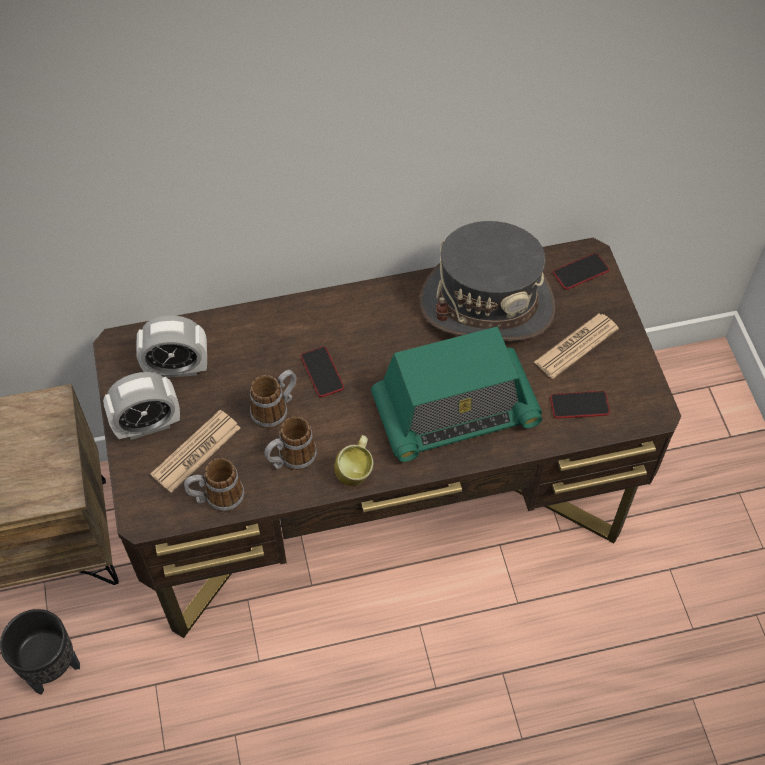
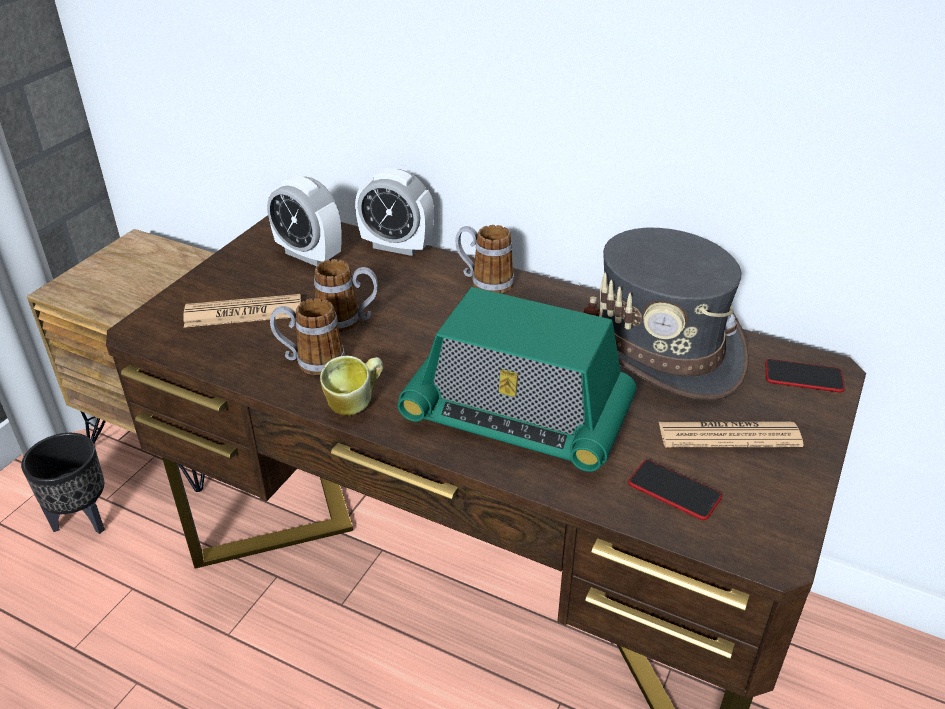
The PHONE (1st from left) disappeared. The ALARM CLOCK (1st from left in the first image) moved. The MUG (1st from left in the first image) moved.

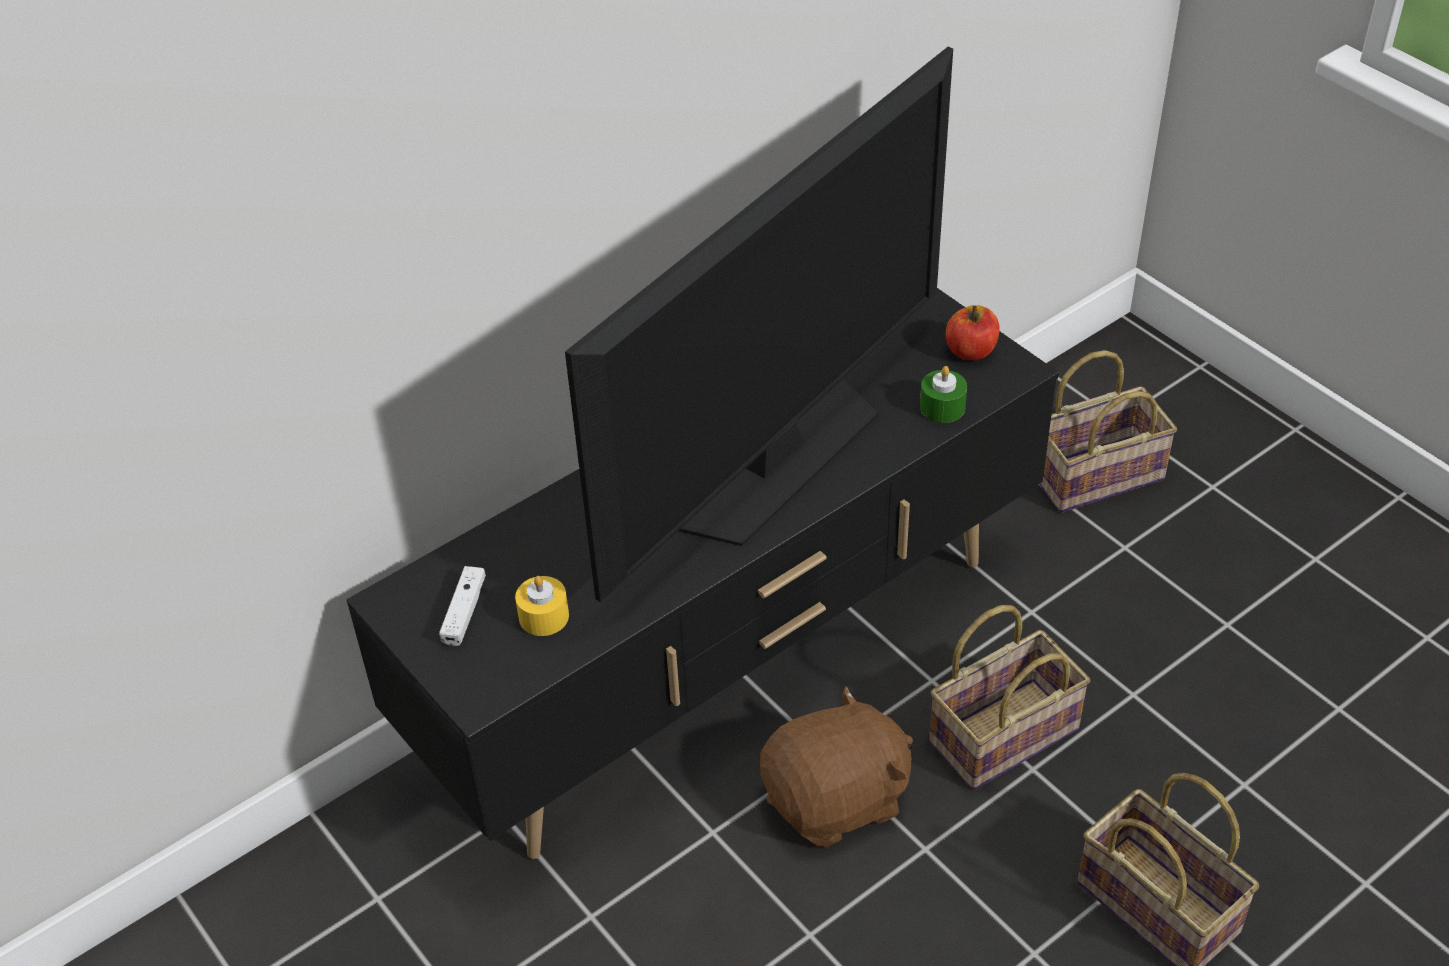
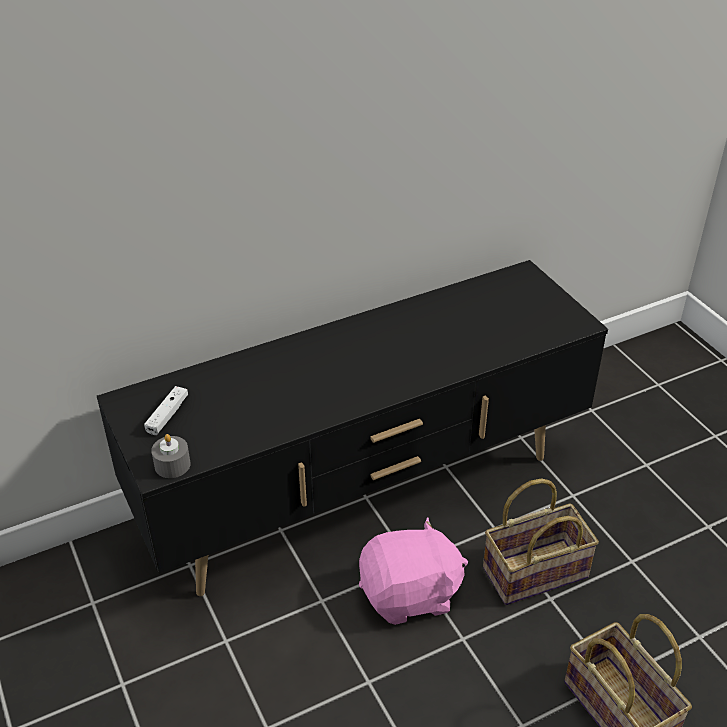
The TELEVISION disappeared. The APPLE disappeared. The BASKET (2nd from left) disappeared. The GREEN CANDLE disappeared. The YELLOW CANDLE disappeared. The BROWN PLUSH TOY became the PINK PLUSH TOY. The GREY CANDLE appeared.

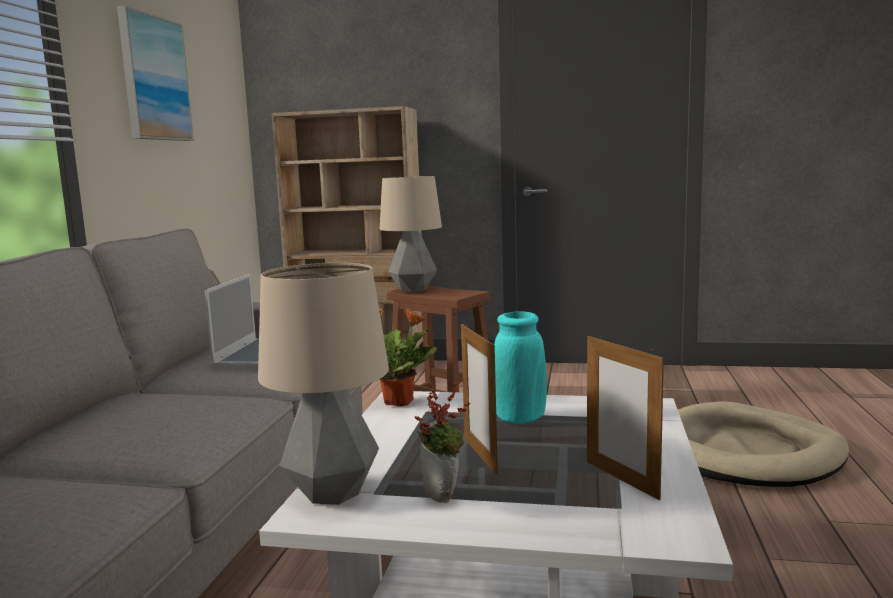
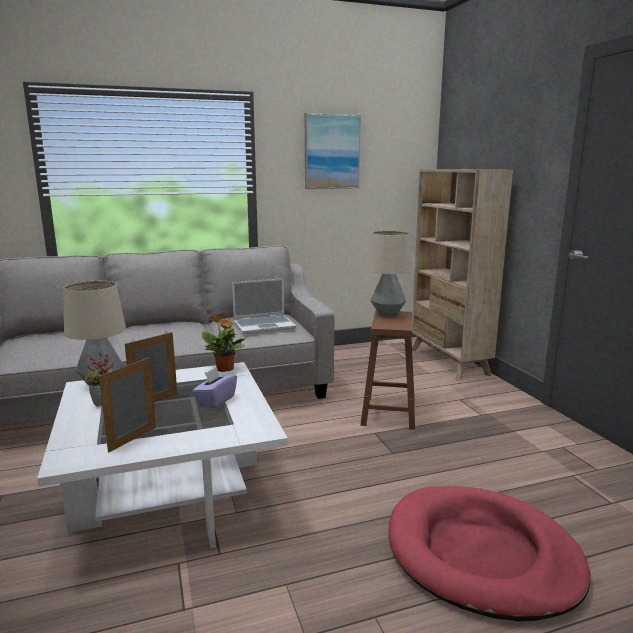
The TURQUOISE VASE was replaced by the PURPLE TISSUE BOX. The BEIGE DOG BED became the RED DOG BED.

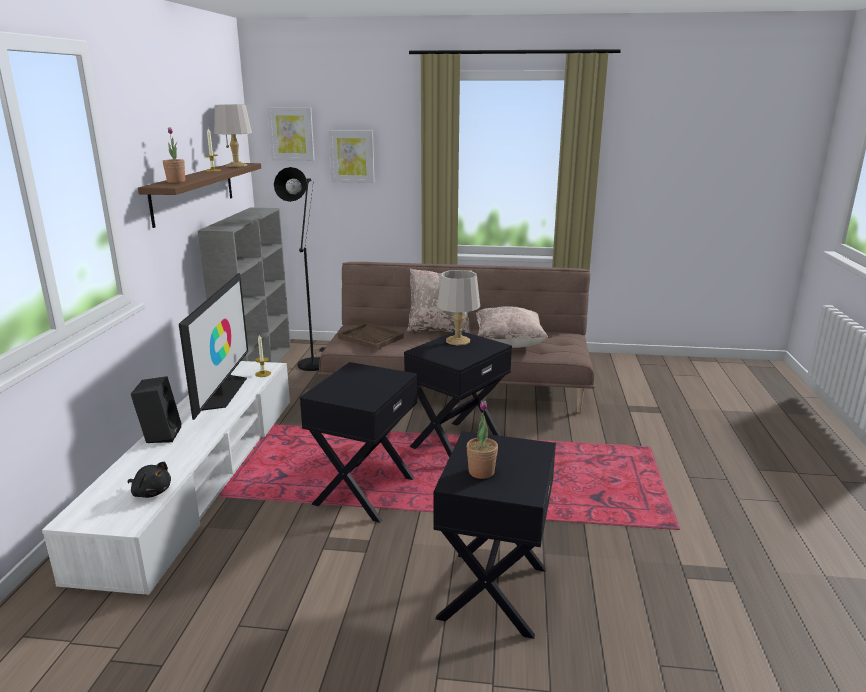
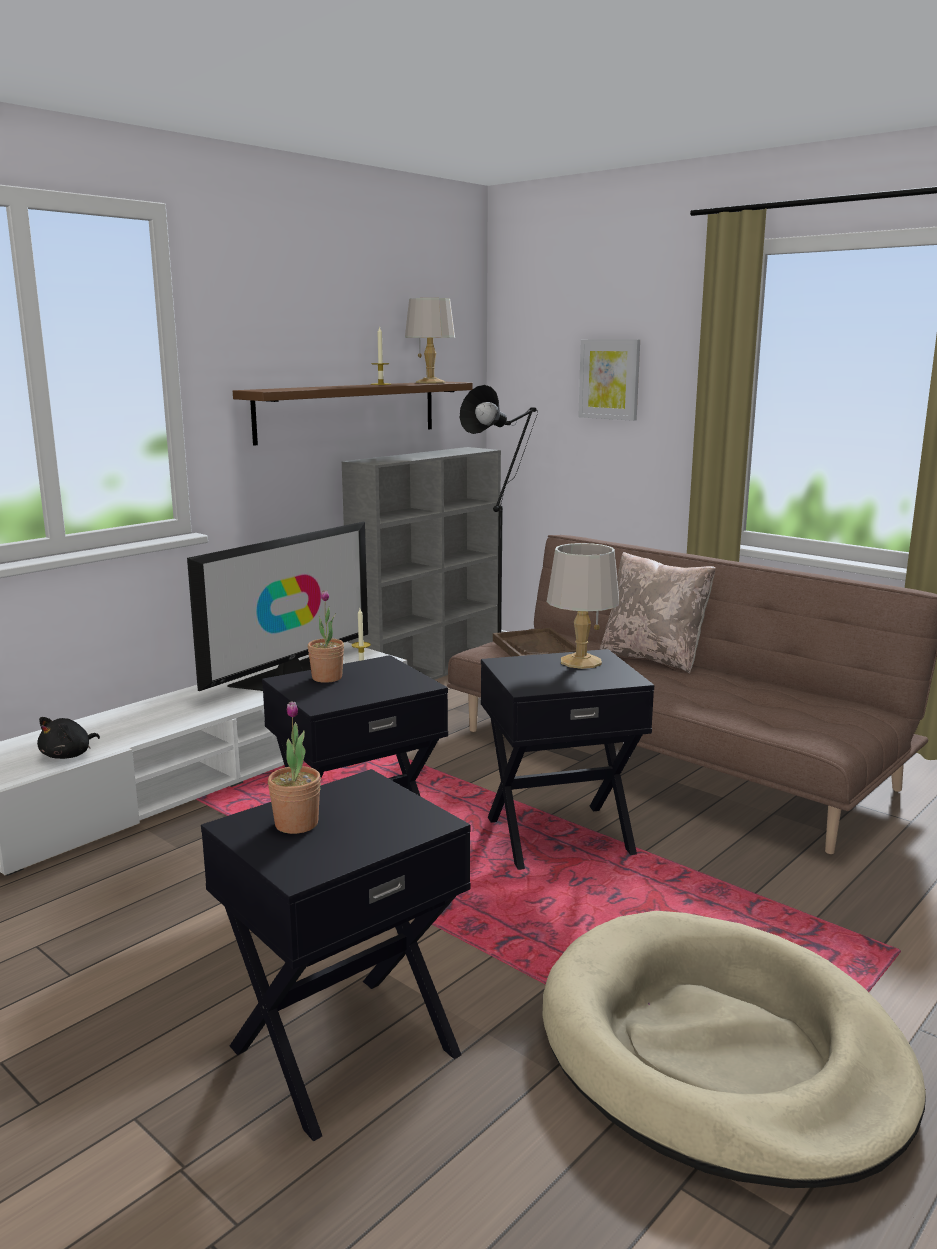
The PICTURE (1st from left) disappeared. The POTTED PLANT (1st from left in the first image) moved. The BEIGE PILLOW (2nd from left) disappeared. The BLACK SPEAKER disappeared. The BLACK PLUSH TOY turned 60 degrees clockwise. The BEIGE DOG BED appeared.

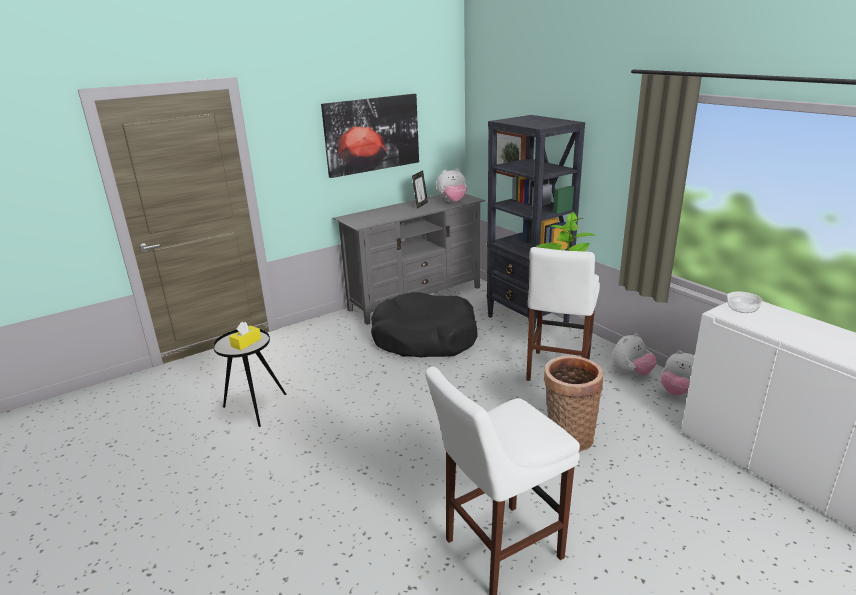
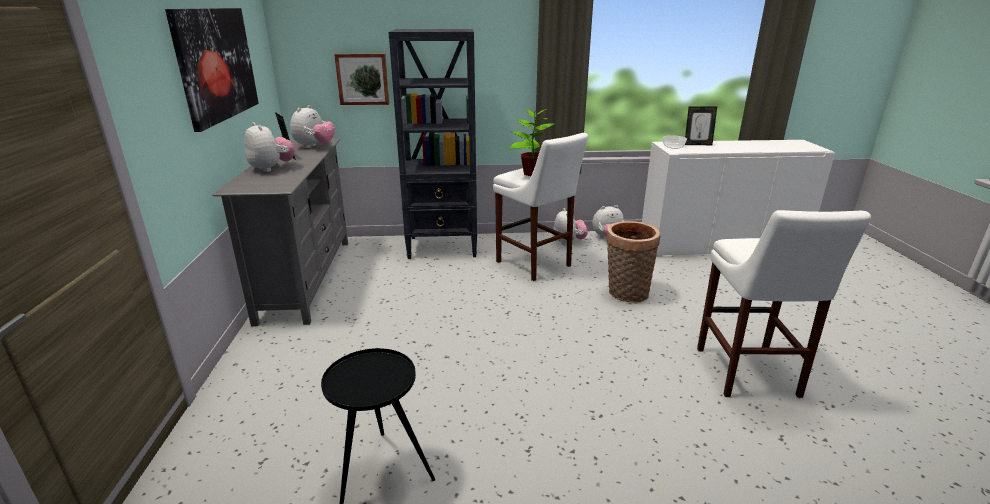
The BLACK DOG BED disappeared. The YELLOW TISSUE BOX disappeared. The PICTURE FRAME (2nd from left) appeared. The PLUSH TOY (1st from left) appeared.

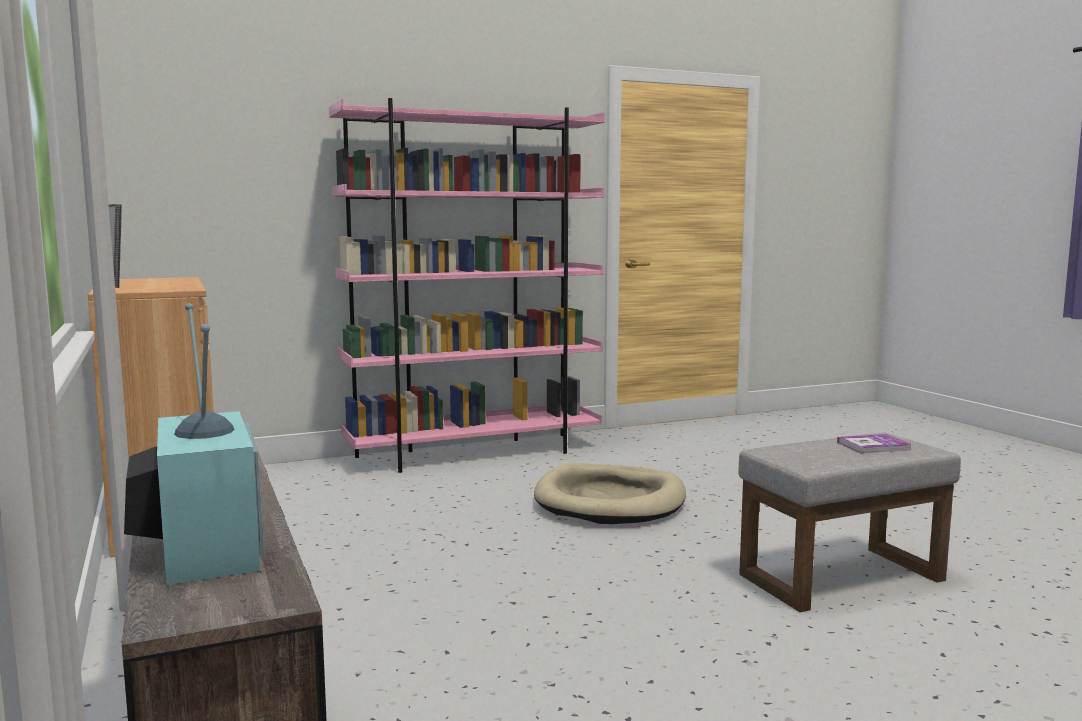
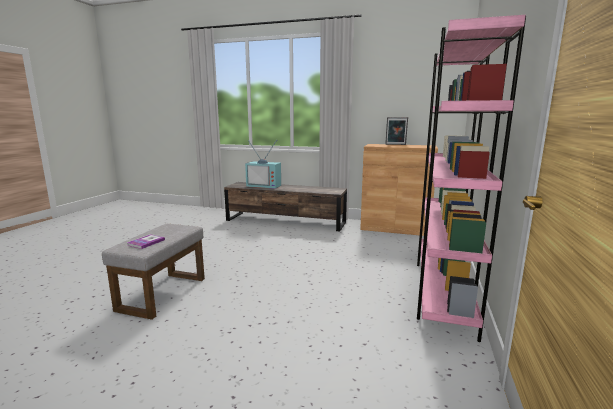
The BEIGE DOG BED disappeared.

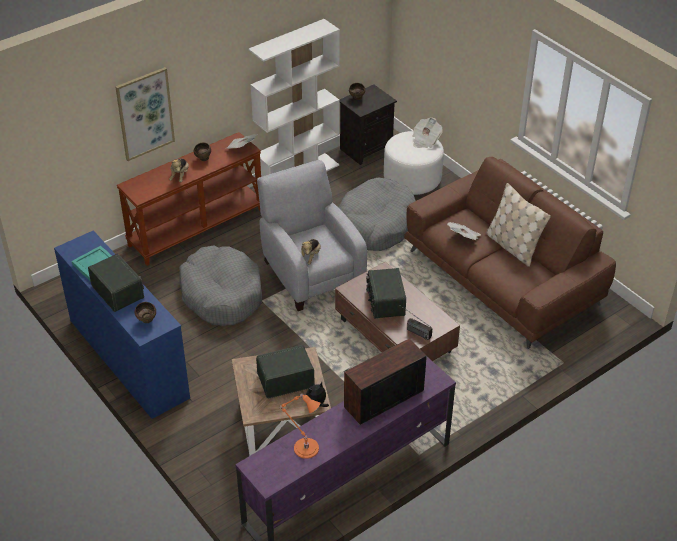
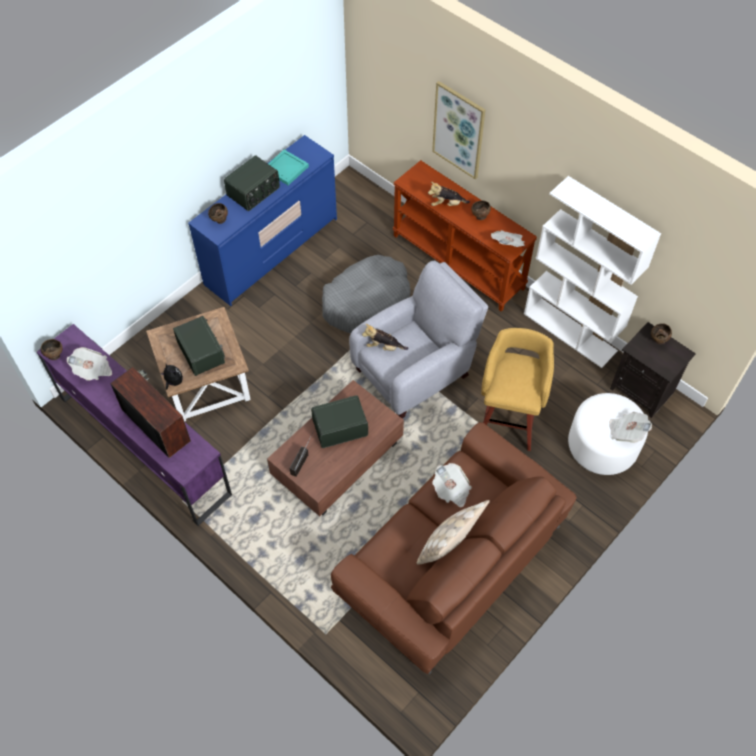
The GREY DOG BED (2nd from left) was replaced by the YELLOW STOOL. The ORANGE TABLE LAMP was replaced by the NEWSPAPER (1st from left). The BROWN BOWL (1st from left) appeared.

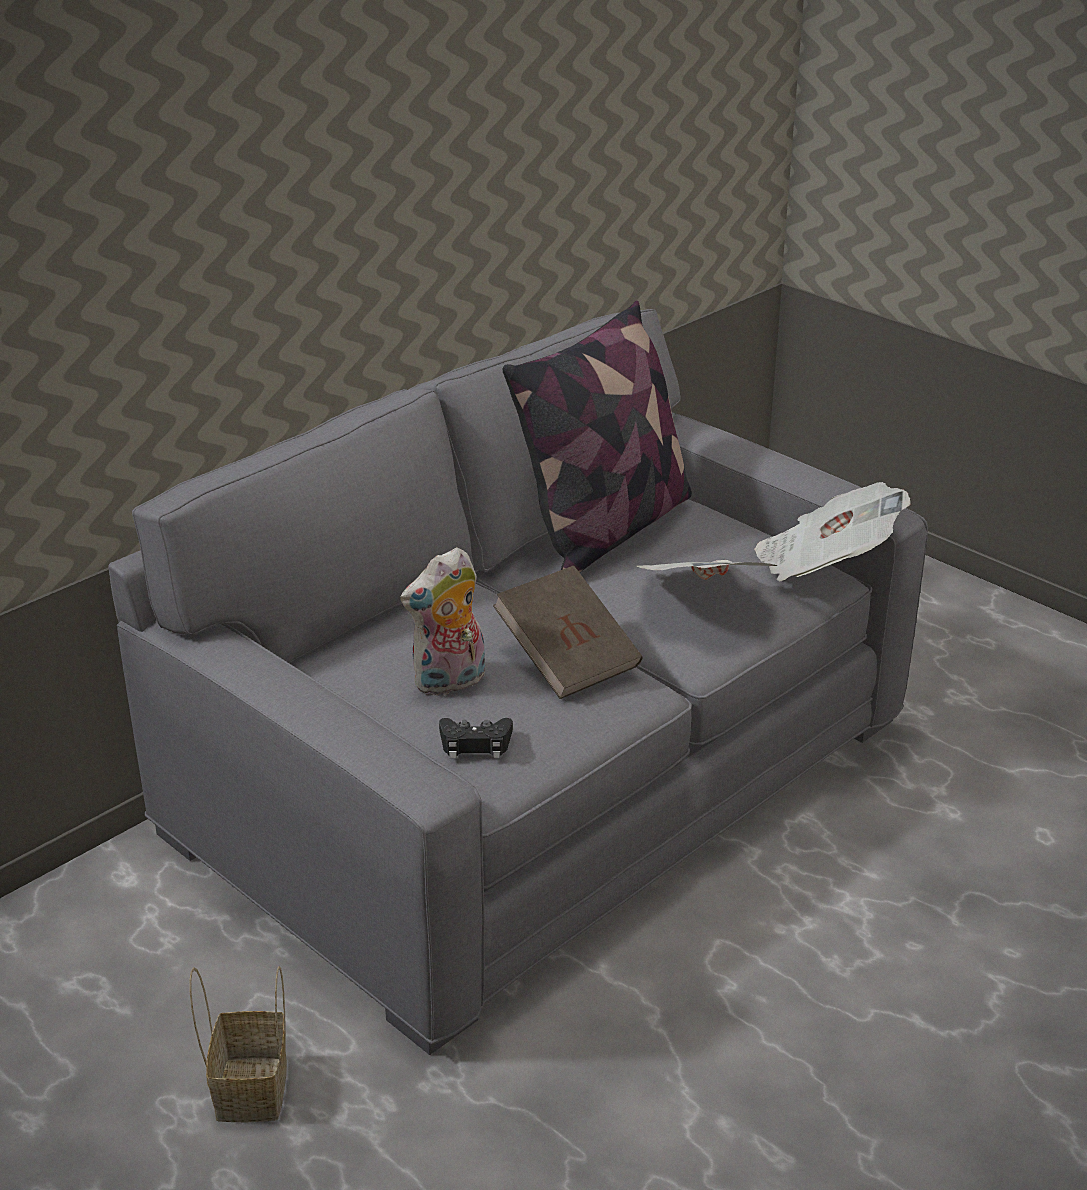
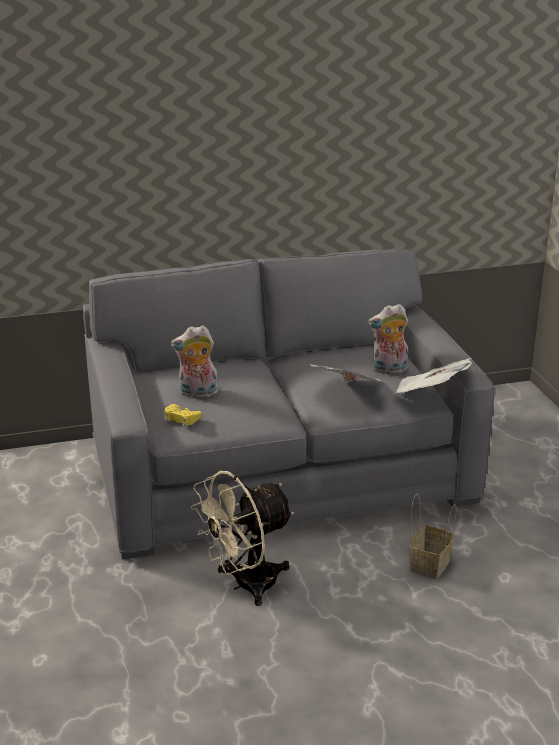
The PILLOW disappeared. The BROWN BOOK disappeared. The BLACK GAME CONTROLLER became the YELLOW GAME CONTROLLER. The BASKET moved. The PLUSH TOY (2nd from left) appeared. The BEIGE FAN appeared.

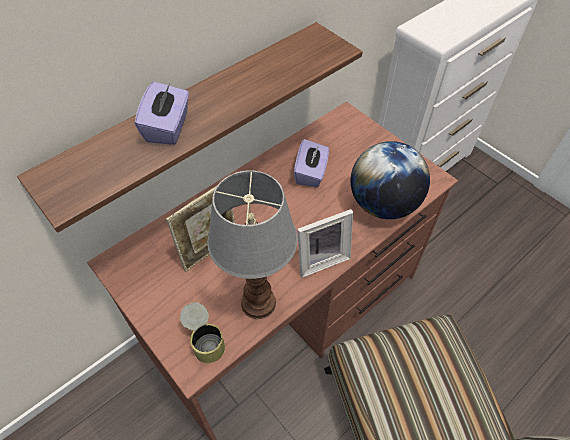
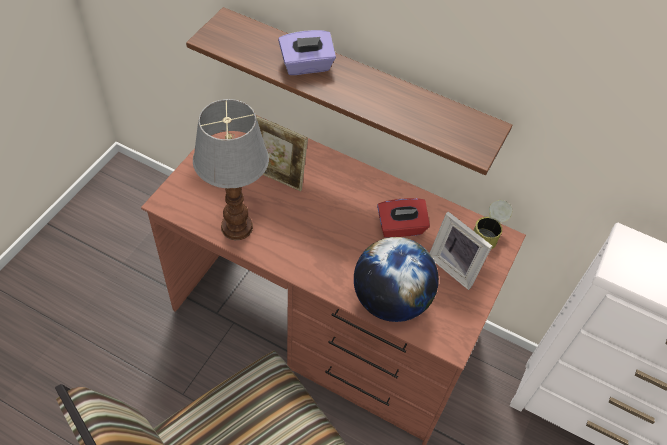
The PURPLE TISSUE BOX (2nd from left) became the RED TISSUE BOX. The PICTURE FRAME (2nd from left) moved. The CAN moved.

